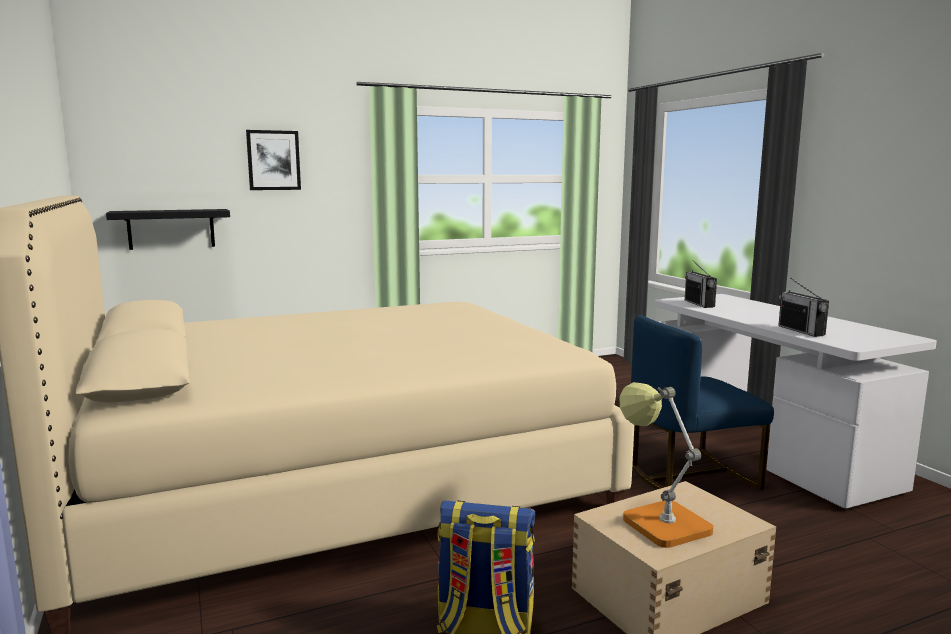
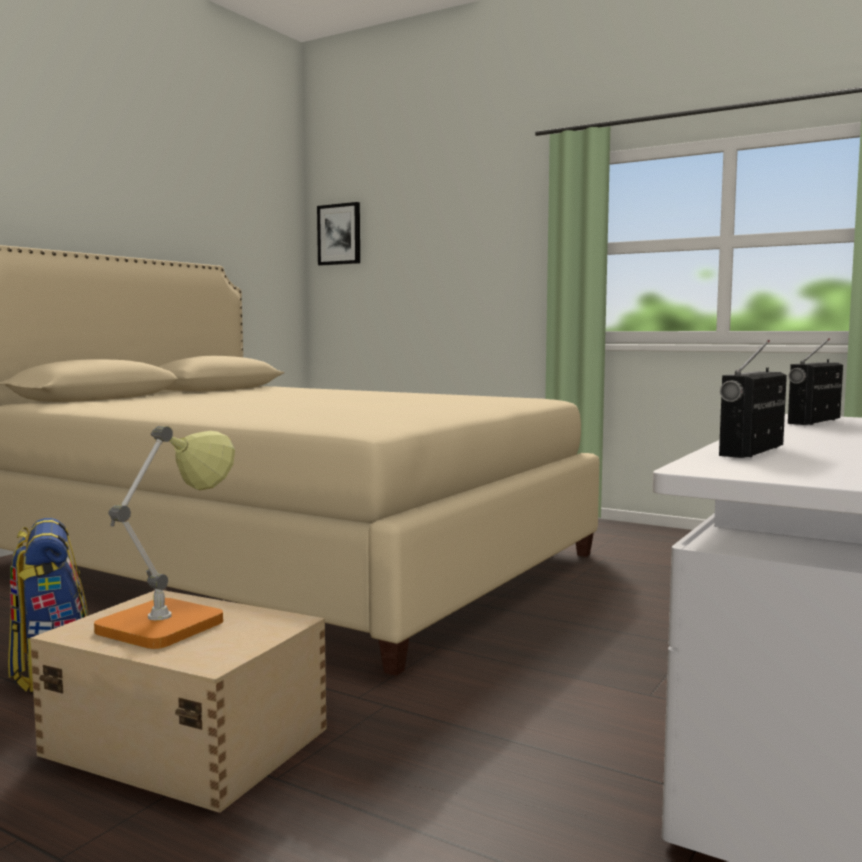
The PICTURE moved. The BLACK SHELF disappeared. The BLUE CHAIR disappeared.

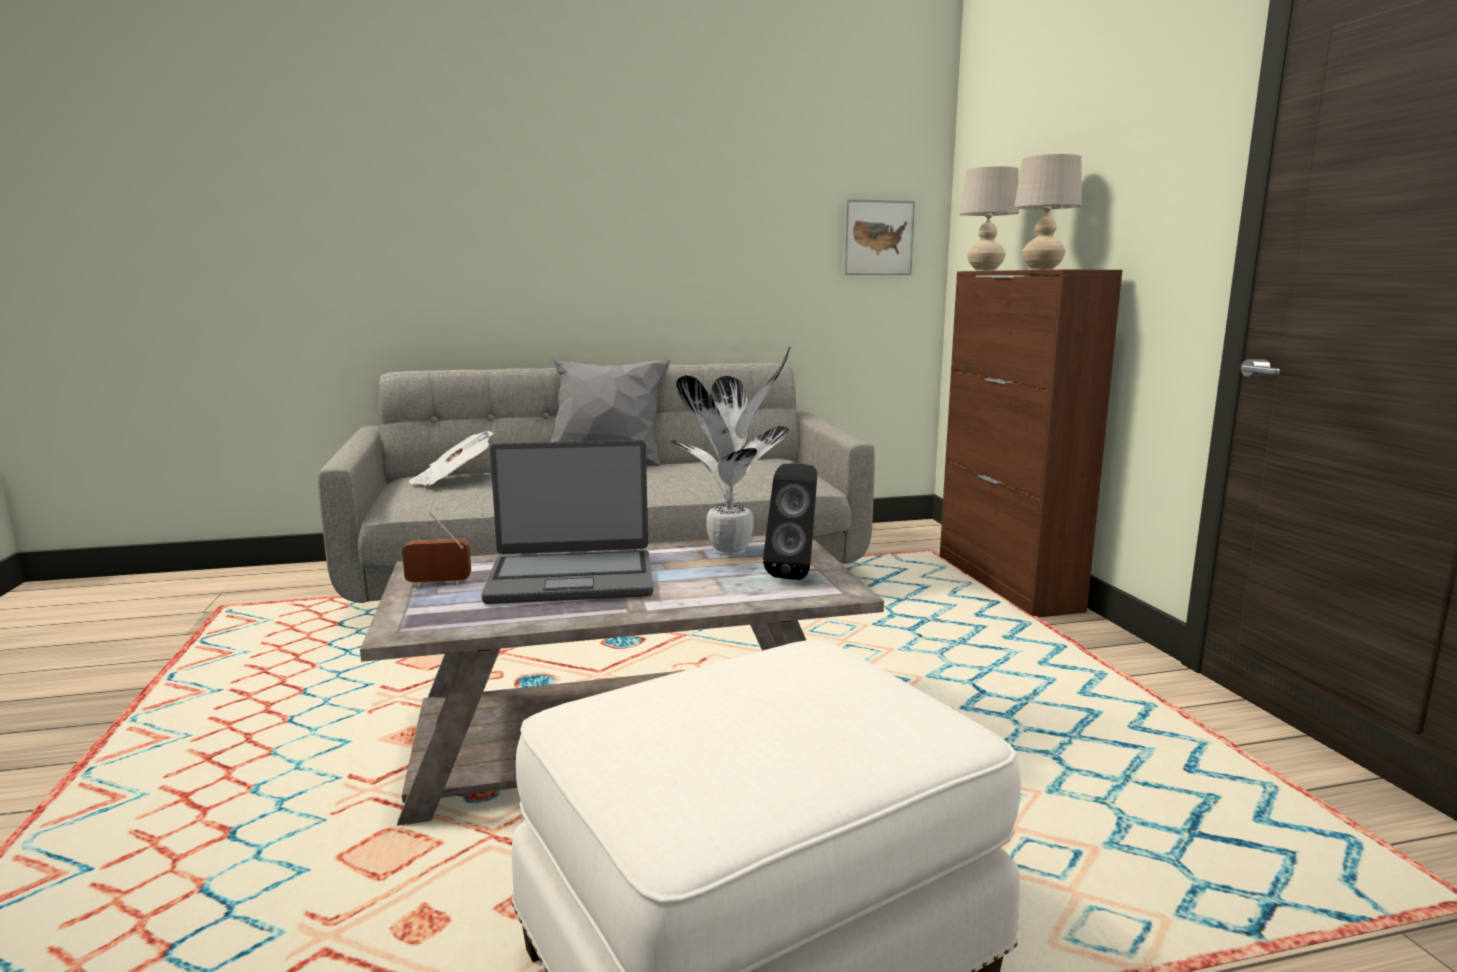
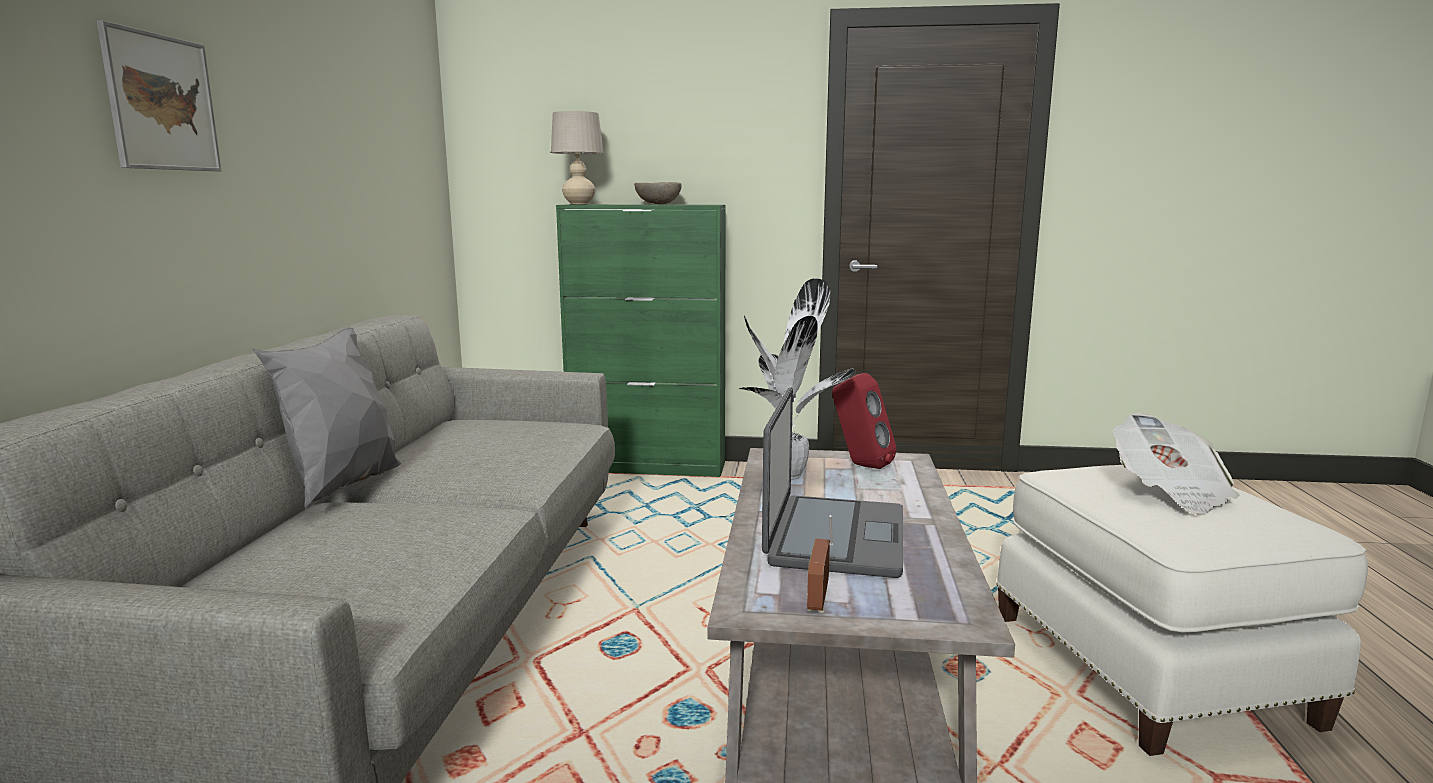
The BEIGE TABLE LAMP (2nd from left) was replaced by the BEIGE BOWL. The PICTURE moved. The BROWN CABINET became the GREEN CABINET. The NEWSPAPER moved. The BLACK SPEAKER became the RED SPEAKER.

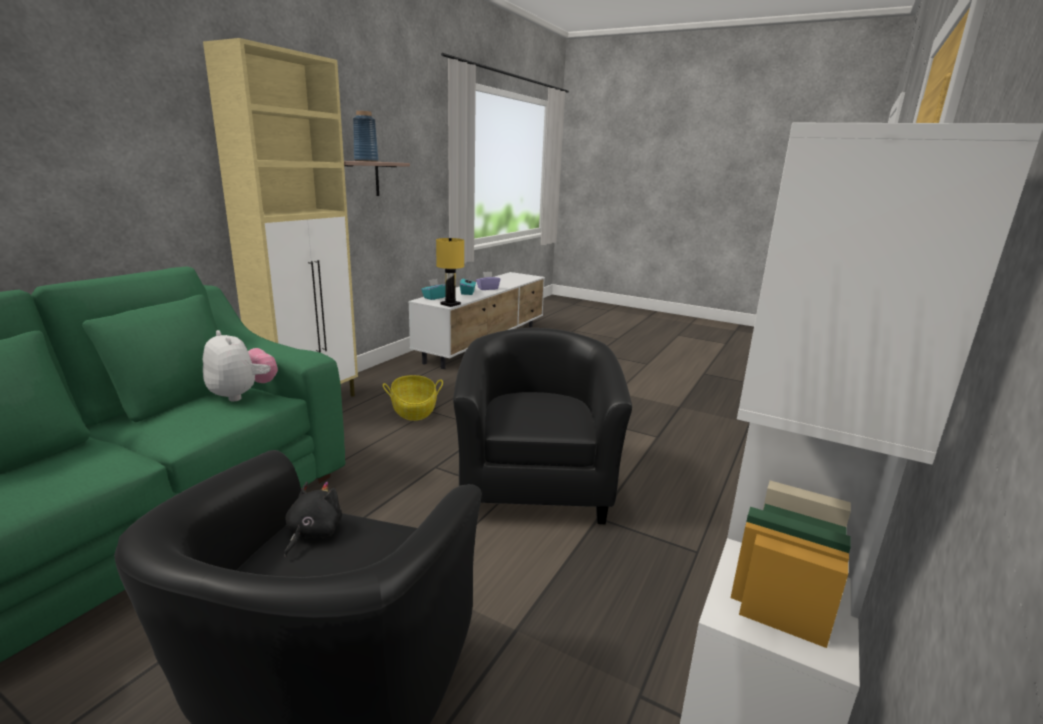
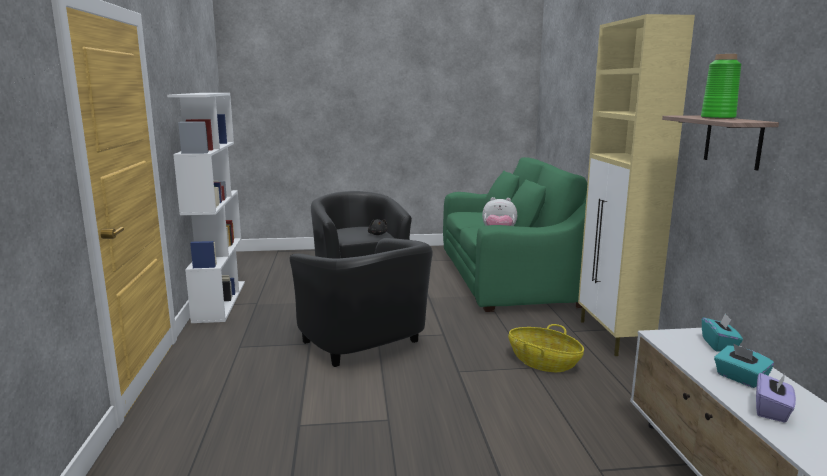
The BLUE VASE became the GREEN VASE. The YELLOW TABLE LAMP disappeared.

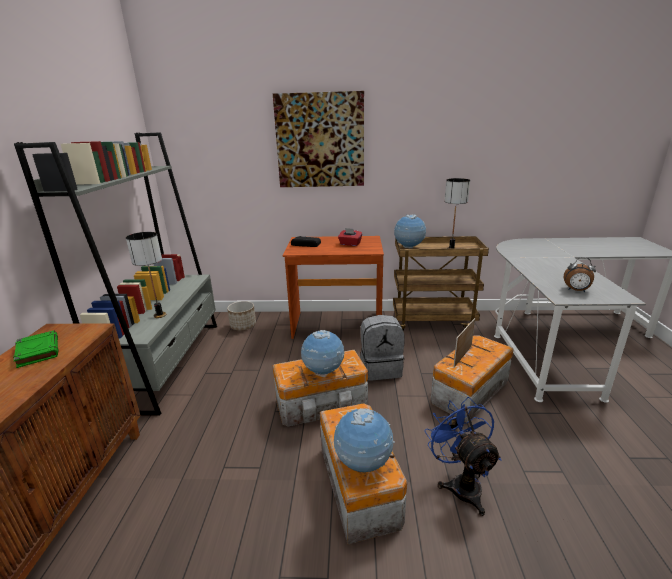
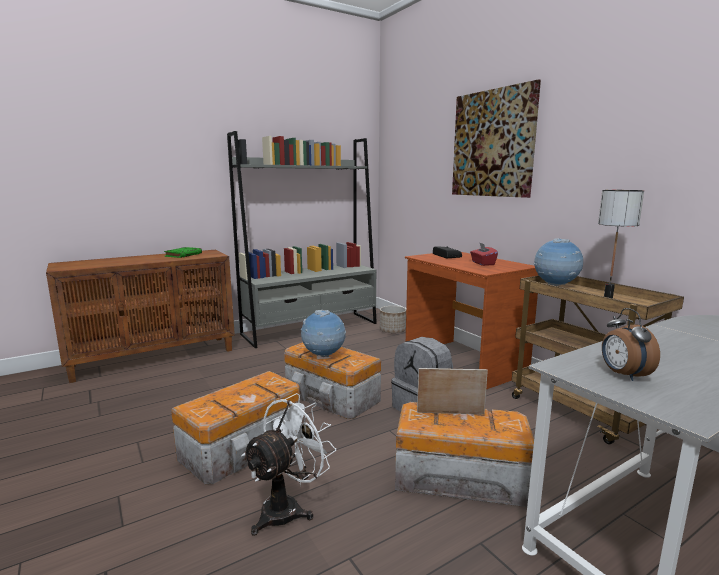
The TABLE LAMP (1st from left) disappeared. The BLUE FAN became the WHITE FAN. The GLOBE (2nd from left) disappeared.

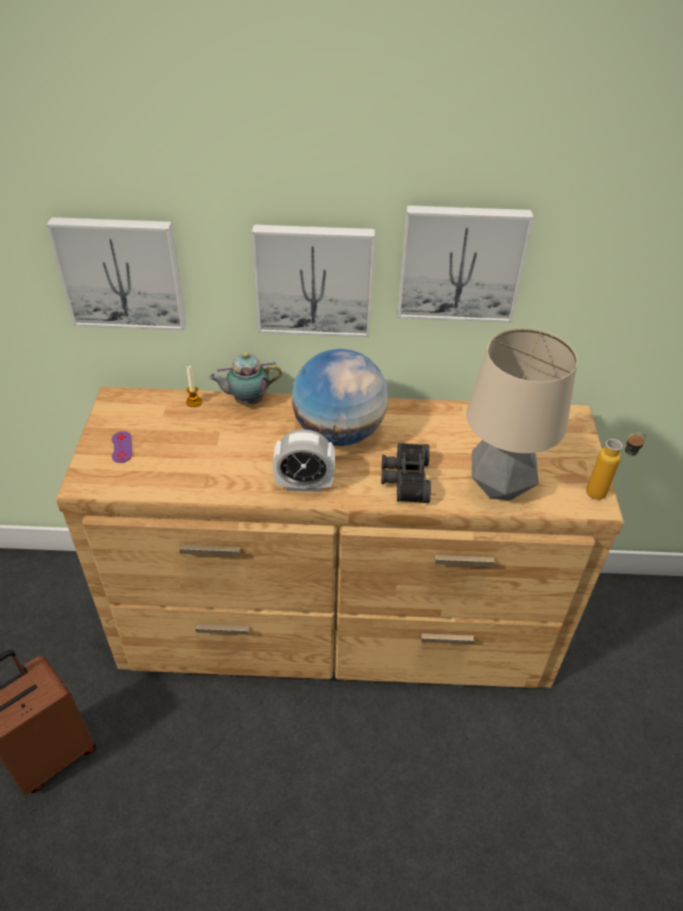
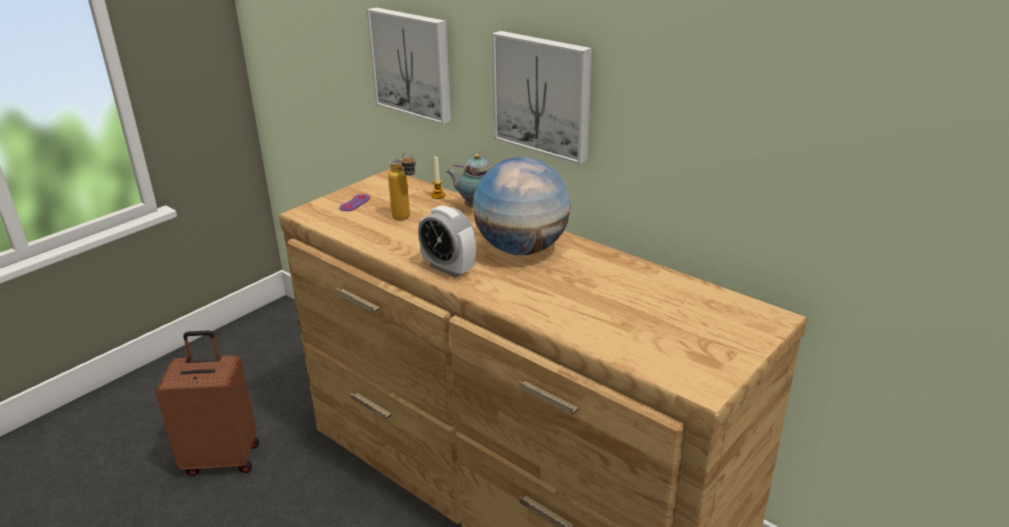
The PICTURE (3rd from left) disappeared. The TABLE LAMP disappeared. The BOTTLE moved. The BLACK BINOCULARS disappeared.

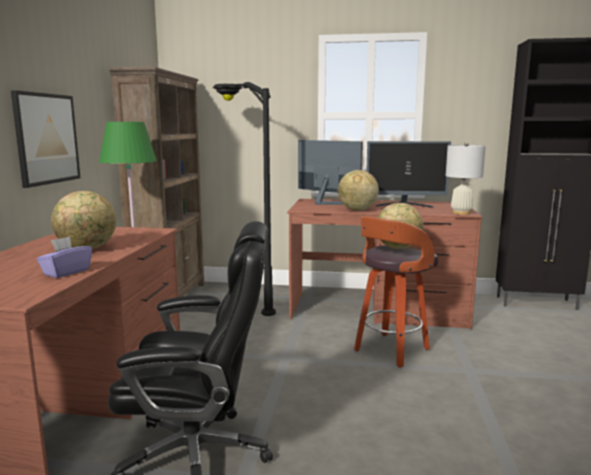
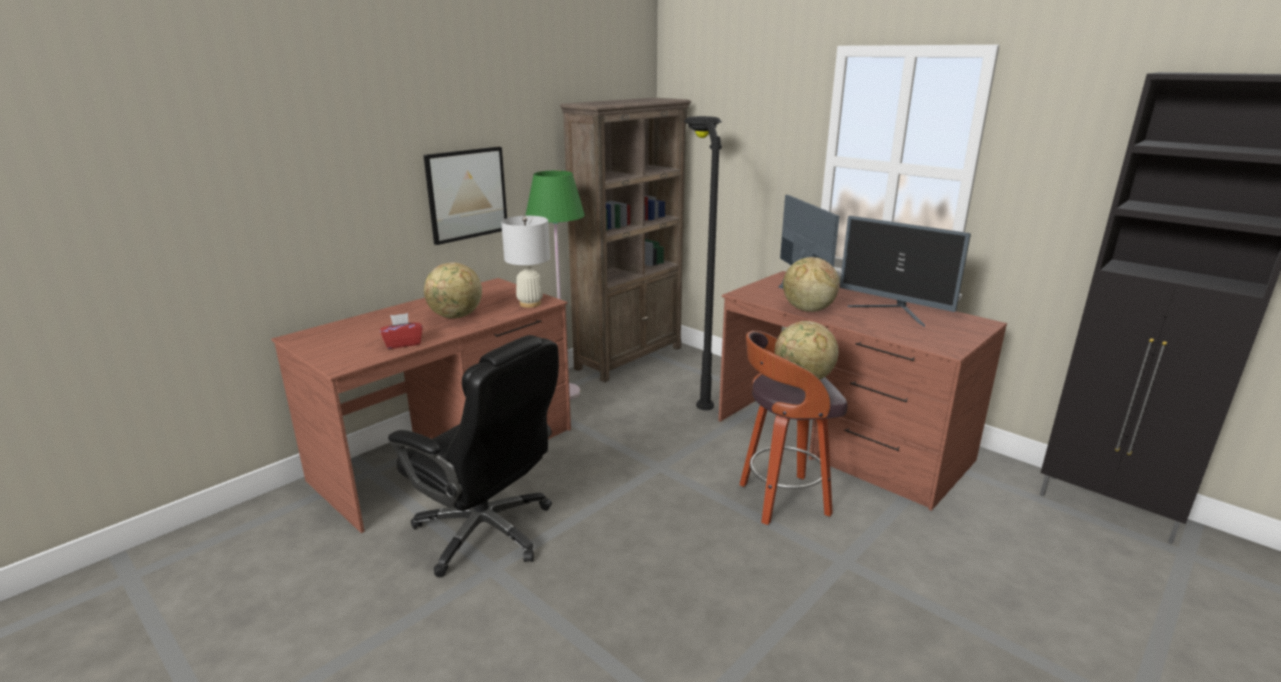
The WHITE TABLE LAMP moved. The PURPLE TISSUE BOX became the RED TISSUE BOX.

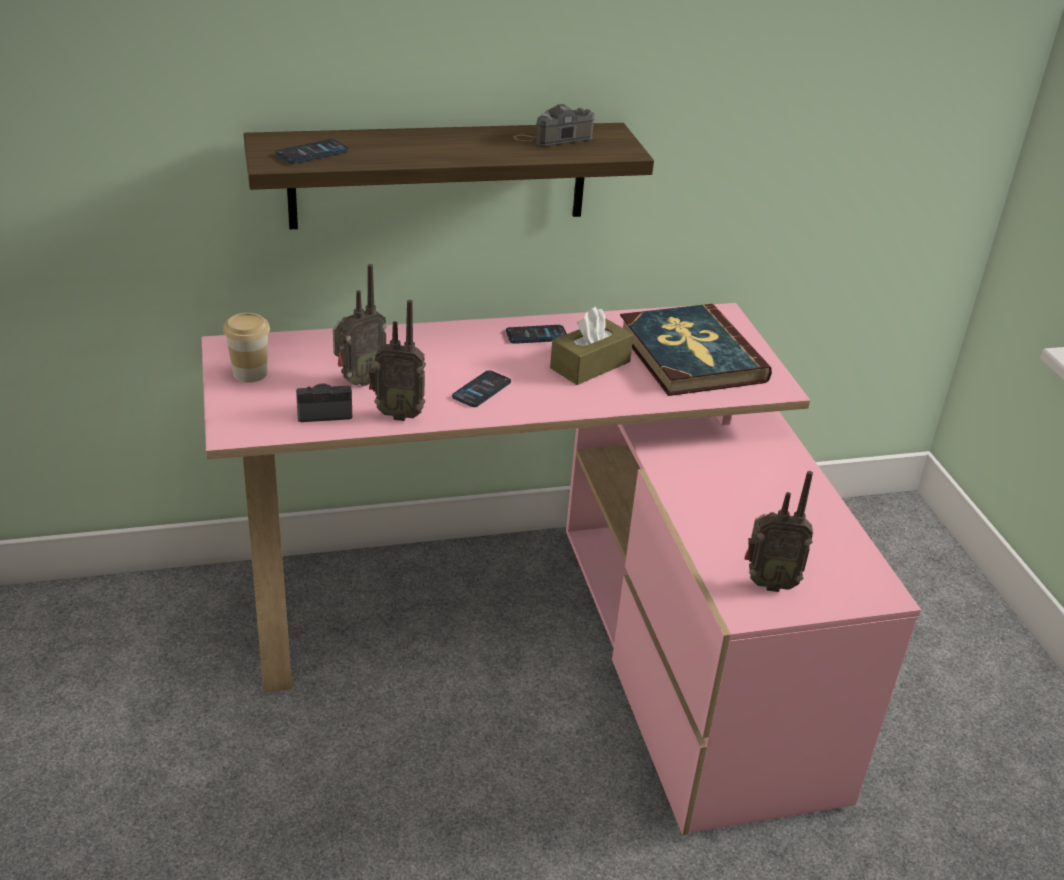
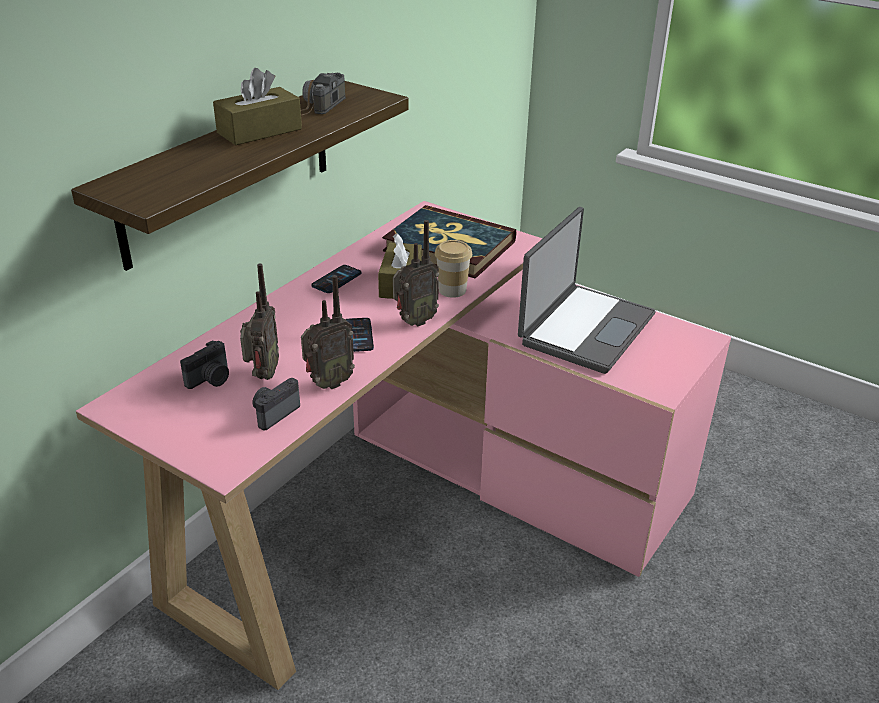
The PHONE (1st from left) disappeared. The CUP moved. The RADIO (3rd from left) moved. The BROWN TISSUE BOX (1st from left) appeared. The LAPTOP appeared. The PHOTO CAMERA (1st from left) appeared.

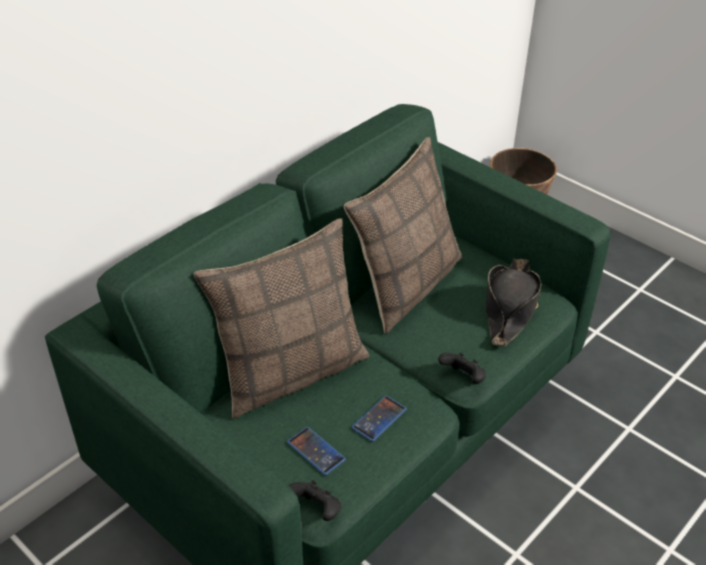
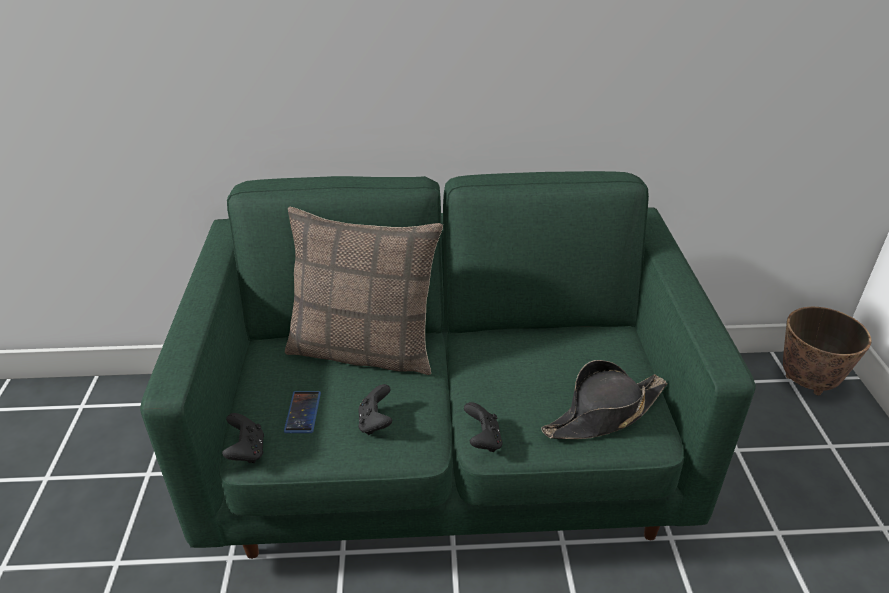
The PILLOW (2nd from left) disappeared. The PHONE (2nd from left) was replaced by the BLACK GAME CONTROLLER (2nd from left).

